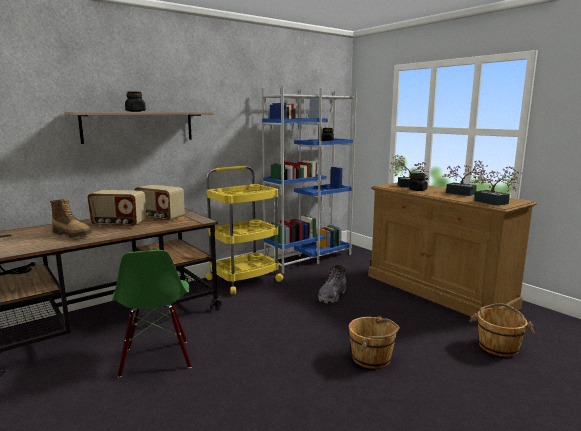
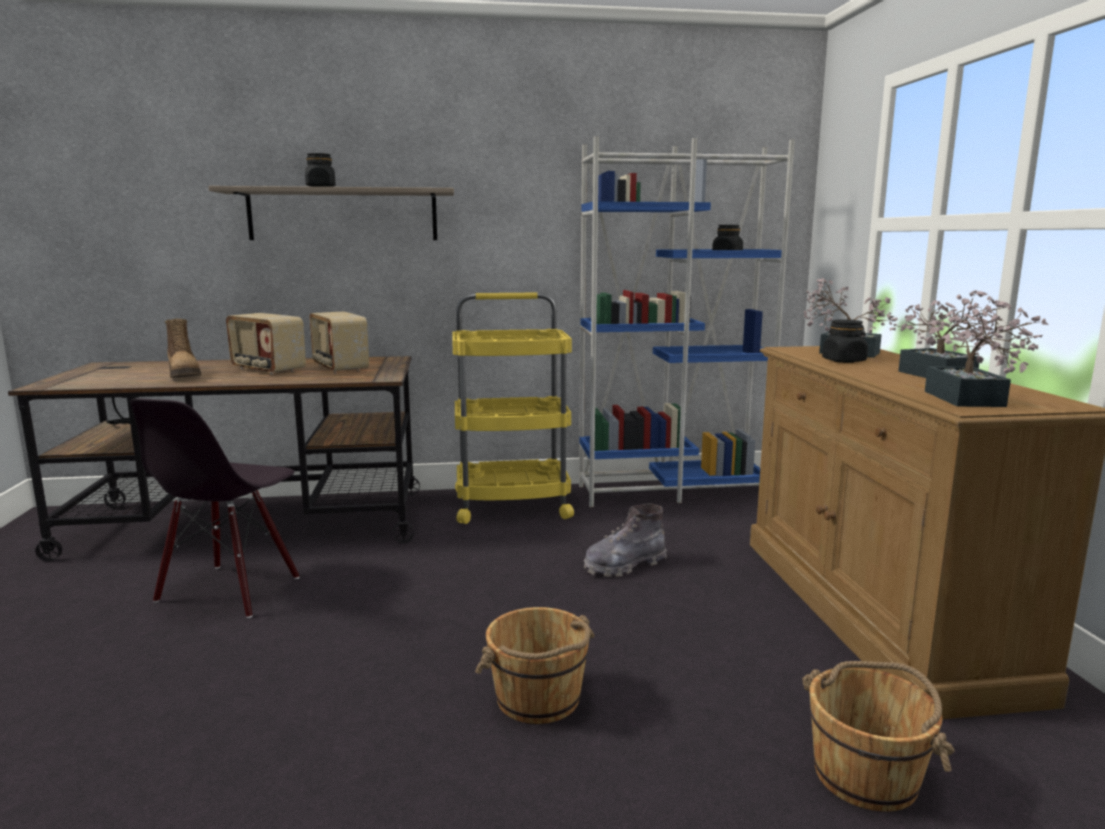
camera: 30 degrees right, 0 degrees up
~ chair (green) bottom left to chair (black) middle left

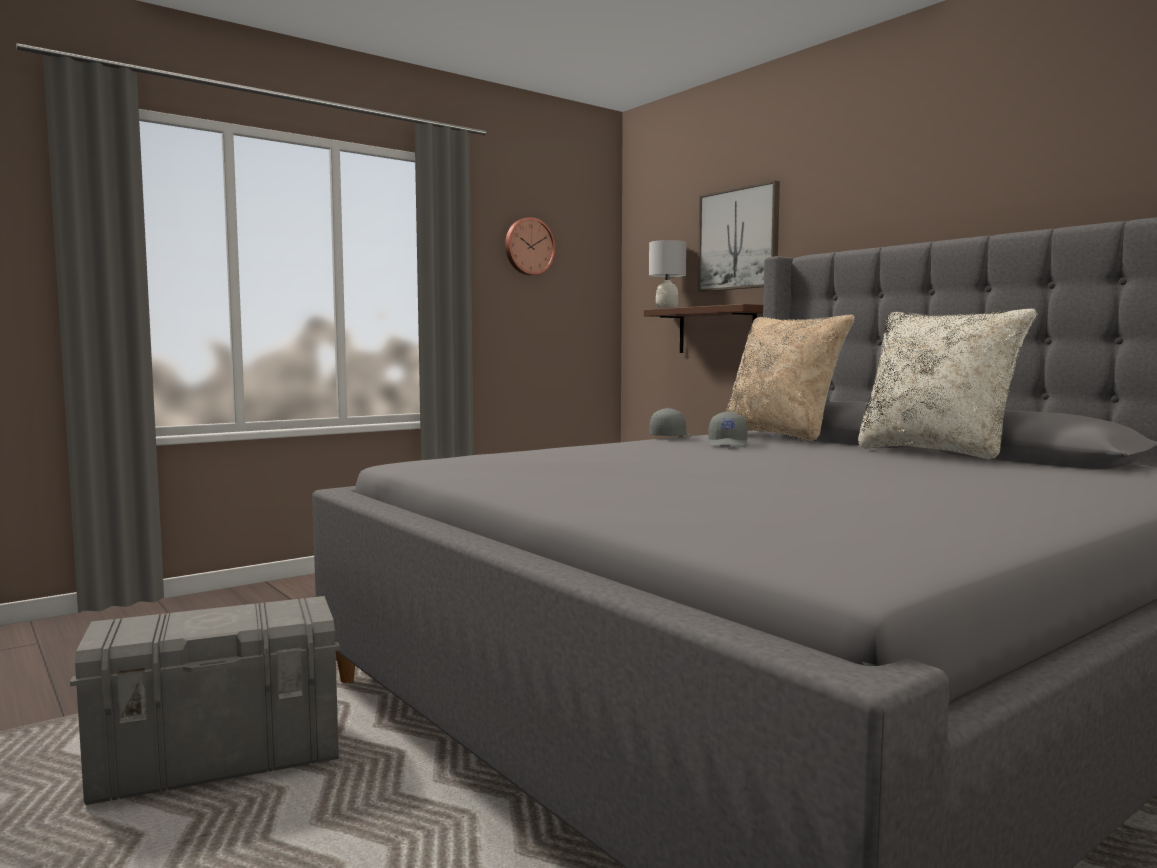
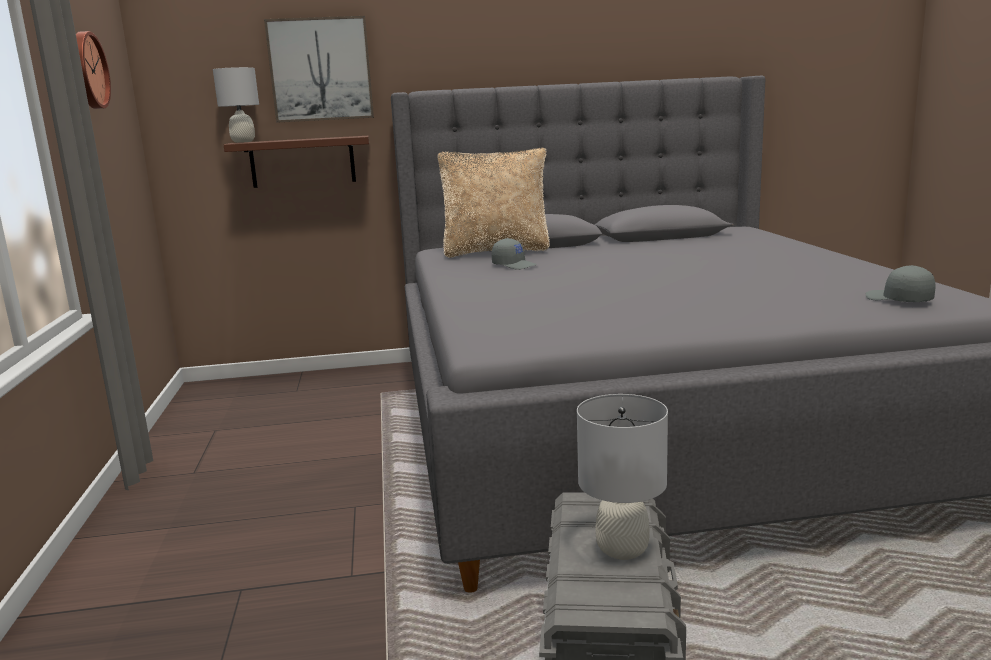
camera: 60 degrees left, 10 degrees up
+ table lamp (grey) (no. 2 from left) bottom centre
~ cap (grey) (no. 1 from left in the first image) centre to cap (grey) (no. 2 from left) middle right
- pillow (beige) (no. 2 from left) middle right

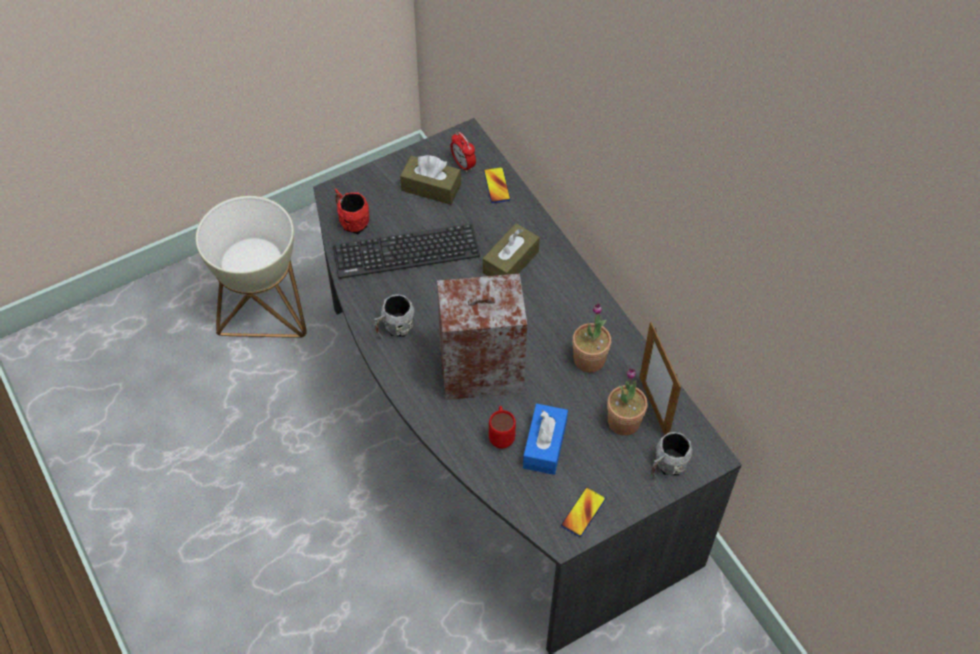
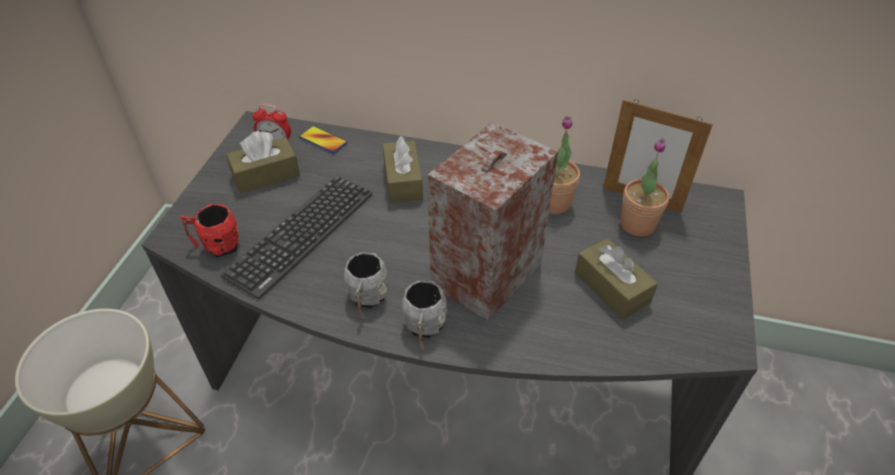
camera: 45 degrees left, 10 degrees down
~ mug (grey) (no. 2 from left) bottom right to centre
~ tissue box (blue) bottom centre to tissue box (brown) (no. 3 from left) middle right
- mug (red) (no. 2 from left) centre
- phone (no. 2 from left) bottom centre

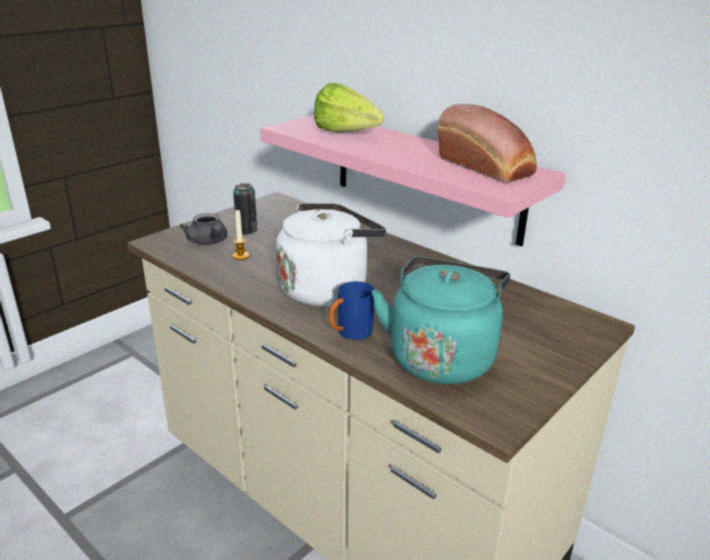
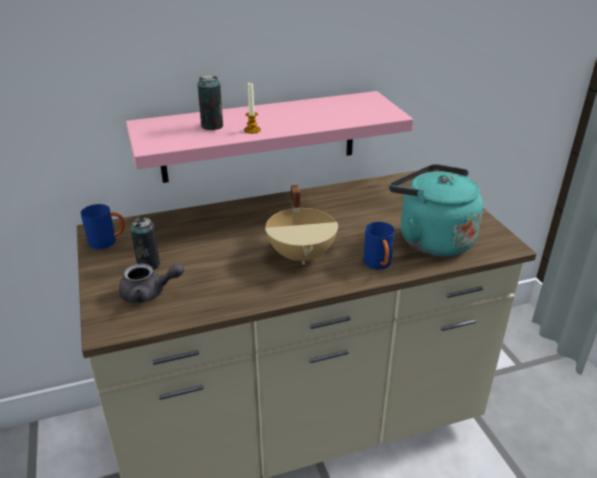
camera: 60 degrees left, 5 degrees up
+ mug (blue) (no. 1 from left) middle left
~ lettuce top centre to can (no. 2 from left) top centre
~ candle centre to top centre
~ kettle (white) centre to cooking pot (beige) centre
- bread top right

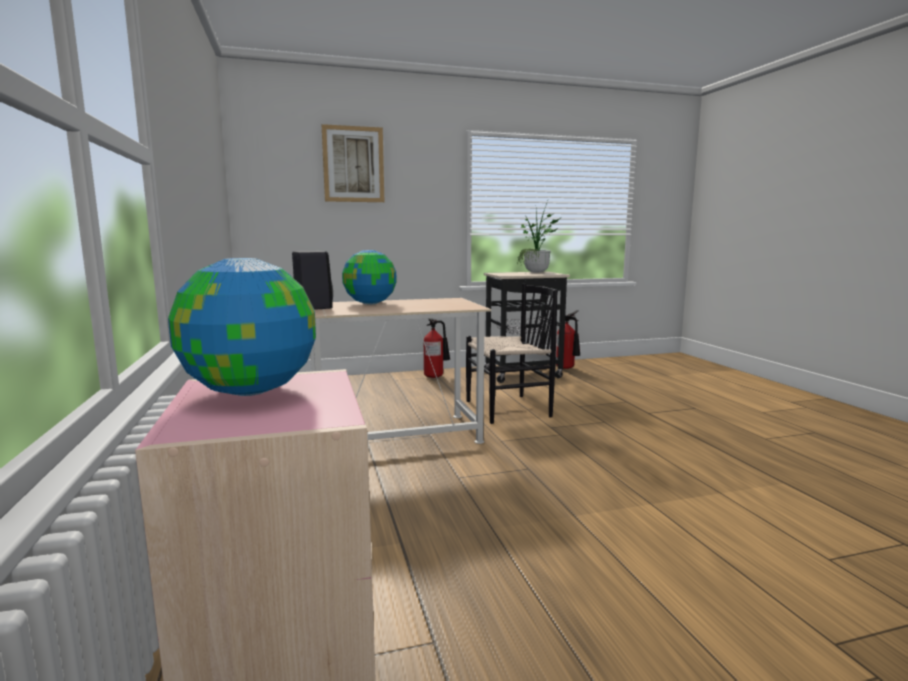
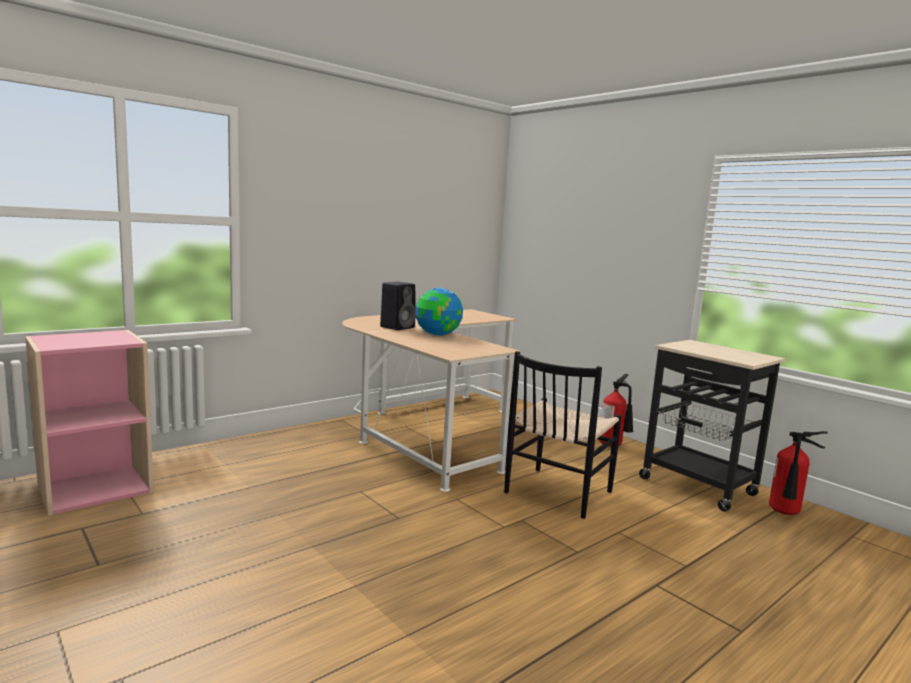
camera: 65 degrees right, 0 degrees up
~ chair (black) centre = centre 75 degrees clockwise
- globe (no. 1 from left) middle left
- picture top centre
- potted plant centre

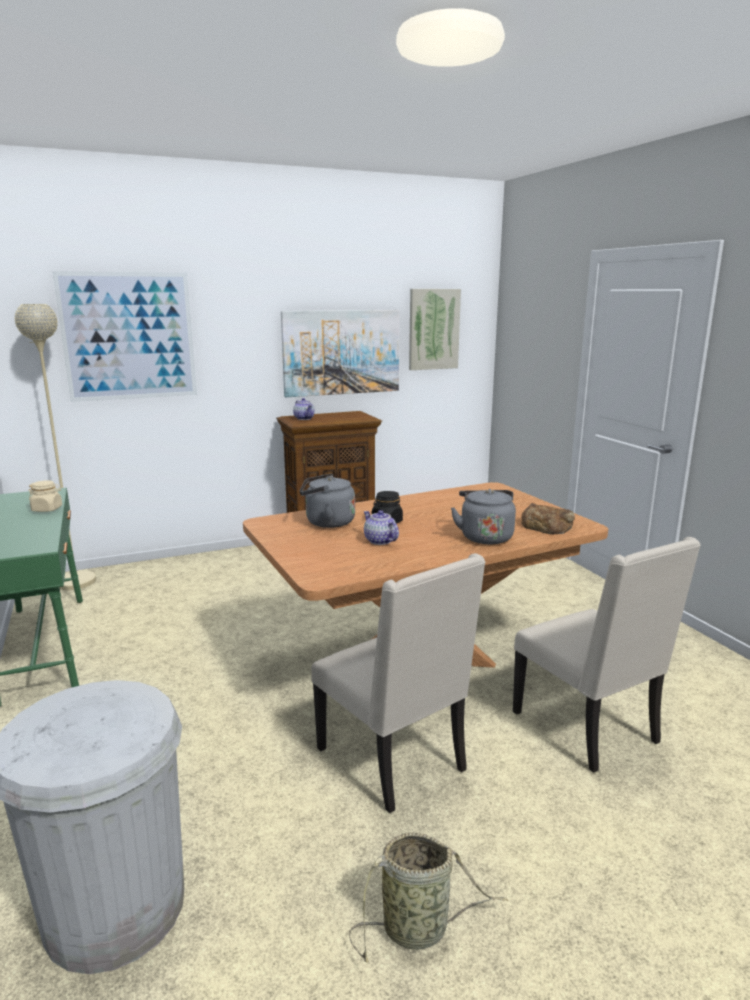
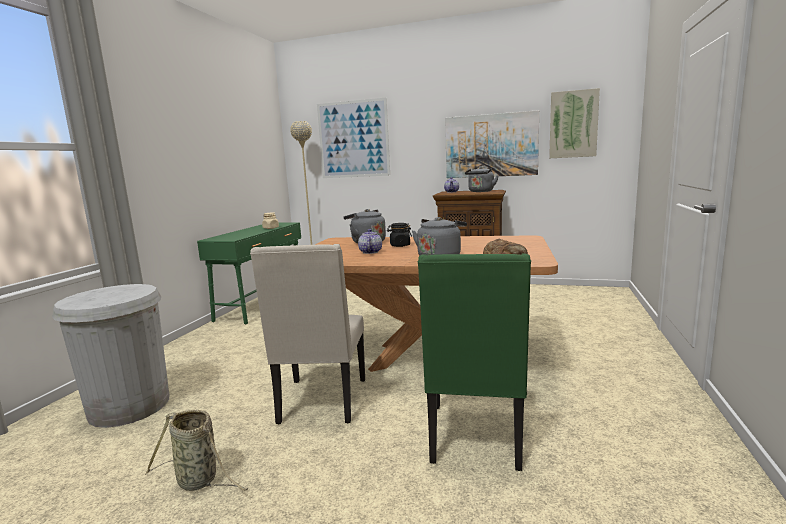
camera: 40 degrees right, 5 degrees down
~ chair (beige) (no. 2 from left) middle right to chair (green) bottom centre
+ kettle (grey) (no. 3 from left) centre

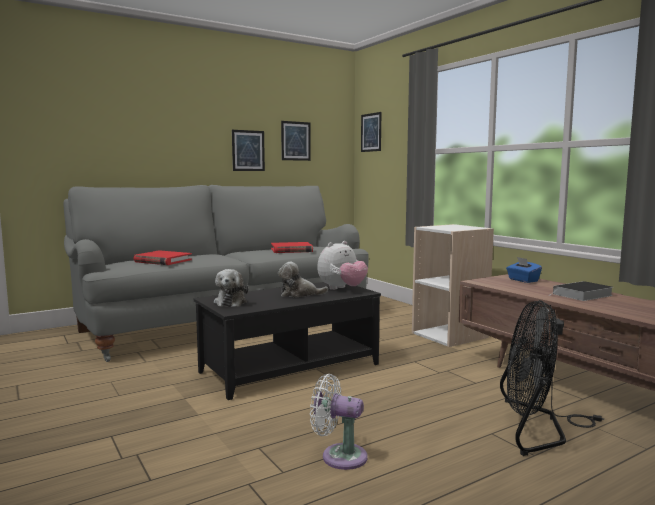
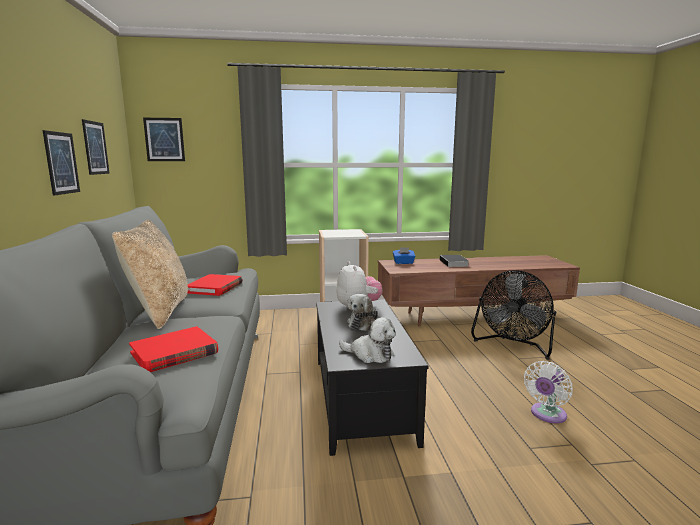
camera: 65 degrees left, 5 degrees up
+ pillow (beige) middle left

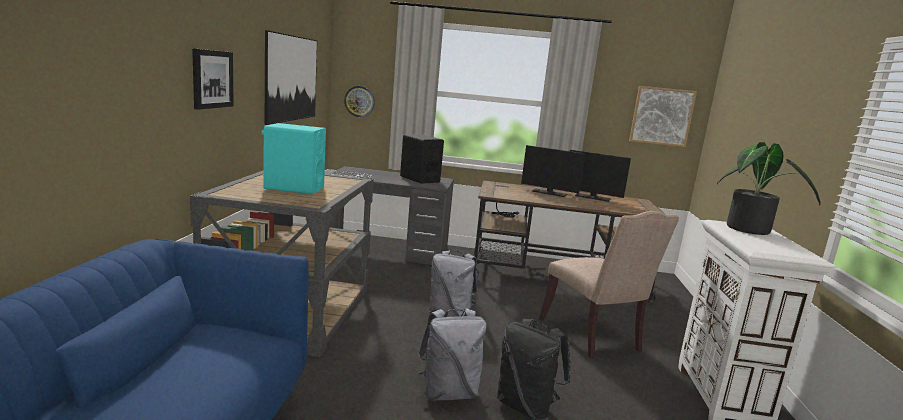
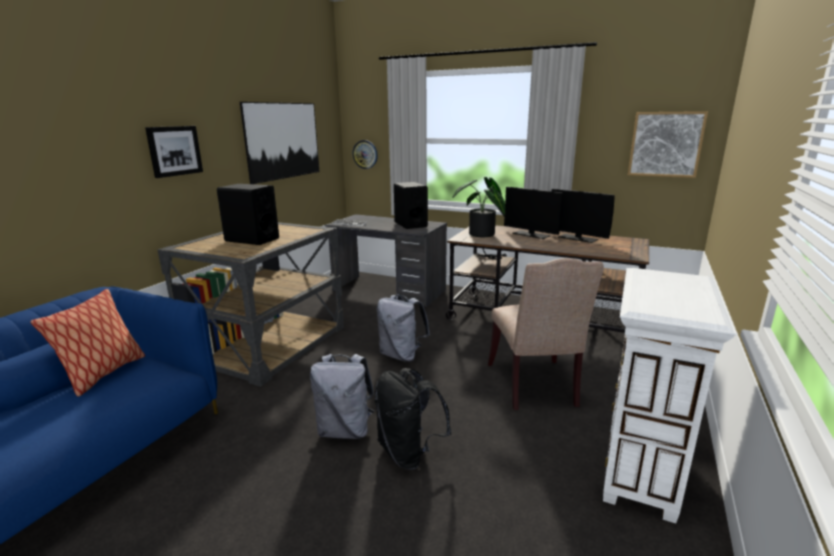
camera: 20 degrees right, 5 degrees up
+ pillow middle left
~ speaker (turquoise) middle left to speaker (black) (no. 1 from left) middle left
~ potted plant middle right to centre

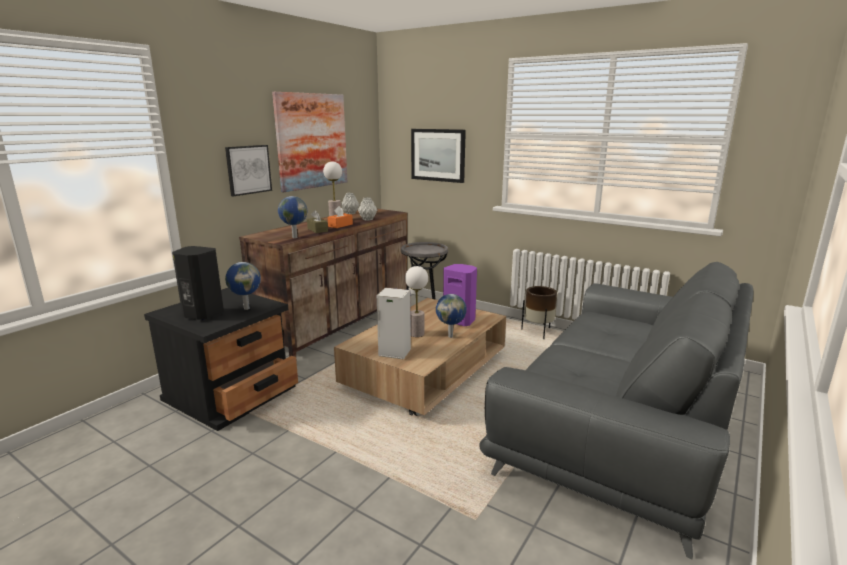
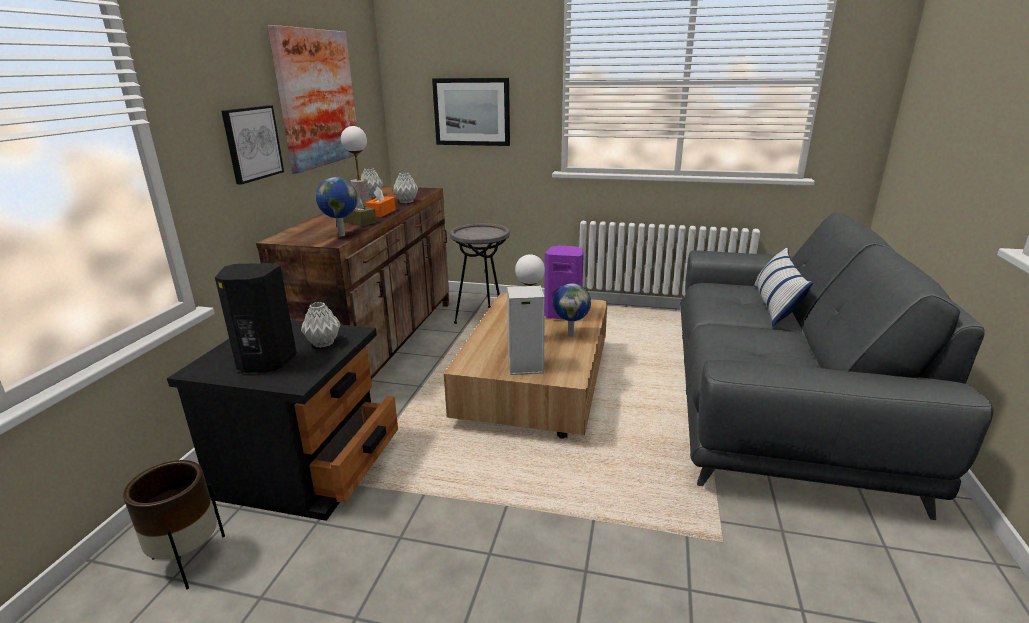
camera: 20 degrees left, 5 degrees up
~ planter (brown) centre to bottom left
~ globe (no. 1 from left) middle left to vase (grey) (no. 1 from left) middle left
+ pillow middle right

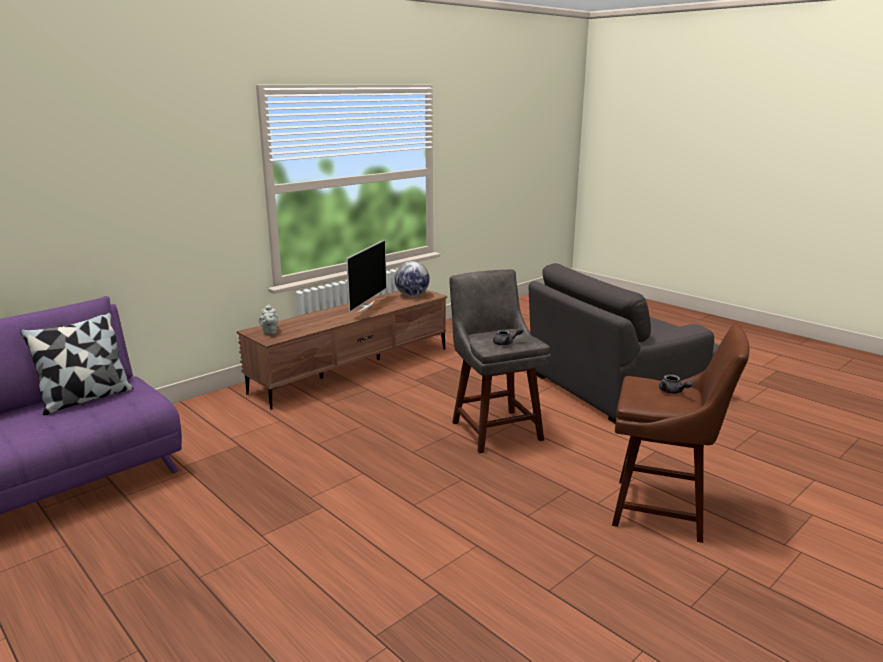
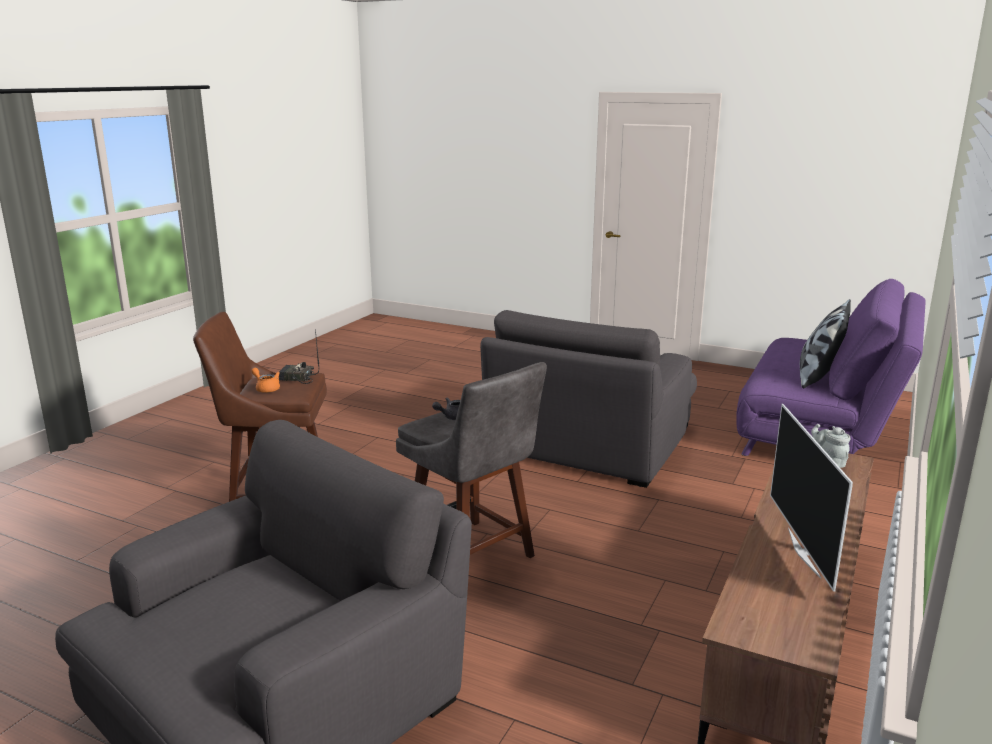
camera: 160 degrees right, 0 degrees up
~ teapot (grey) (no. 3 from left) middle right to teapot (orange) middle left
+ radio middle left
+ armchair (grey) (no. 2 from left) centre
- globe centre

